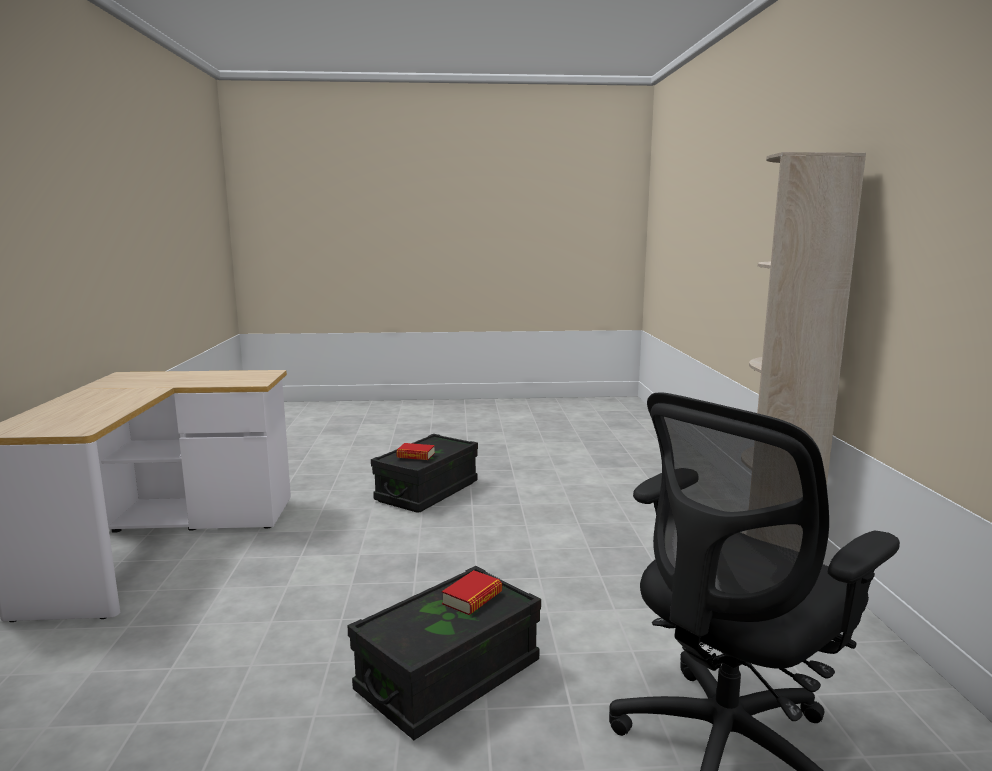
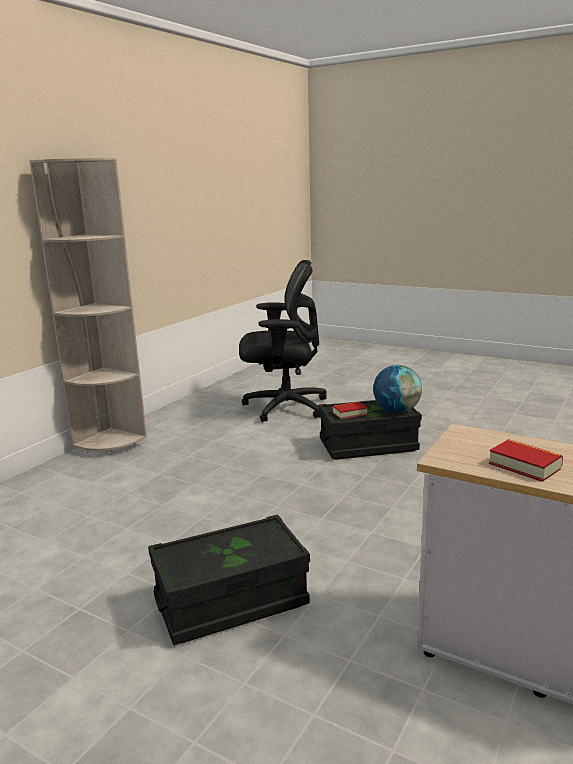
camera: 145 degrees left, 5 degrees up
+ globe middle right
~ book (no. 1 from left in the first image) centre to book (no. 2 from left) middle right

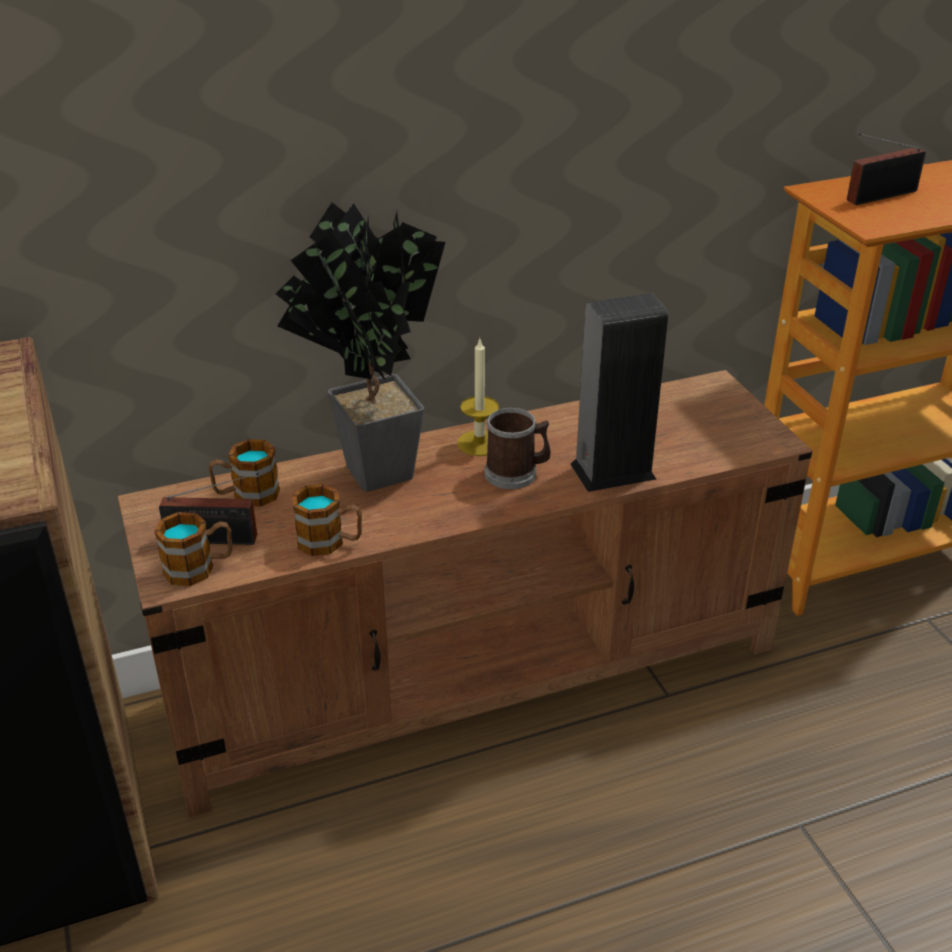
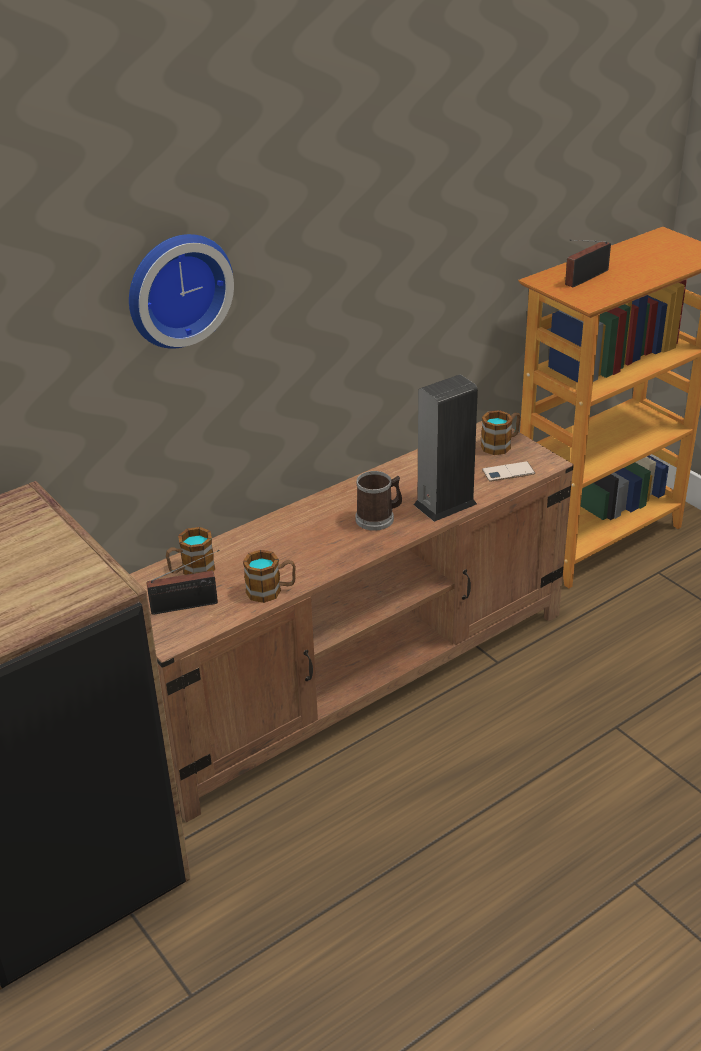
camera: 15 degrees left, 0 degrees up
+ wall clock top left
~ mug (no. 1 from left in the first image) middle left to mug (no. 4 from left) middle right
+ phone middle right
- potted plant centre
- candle centre

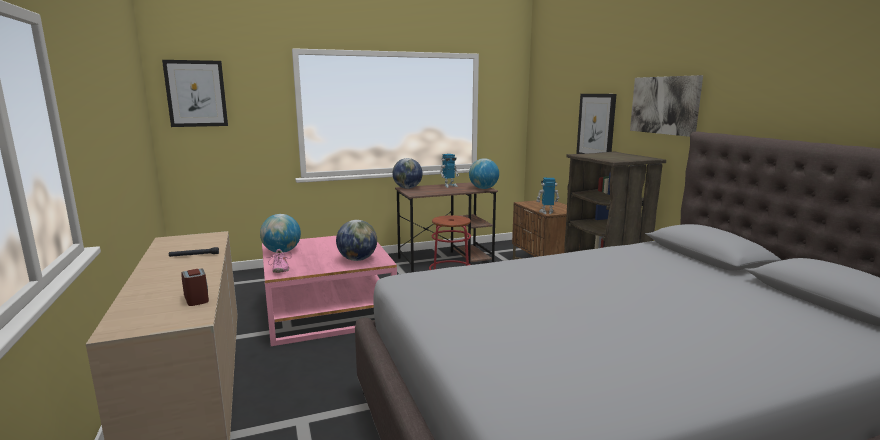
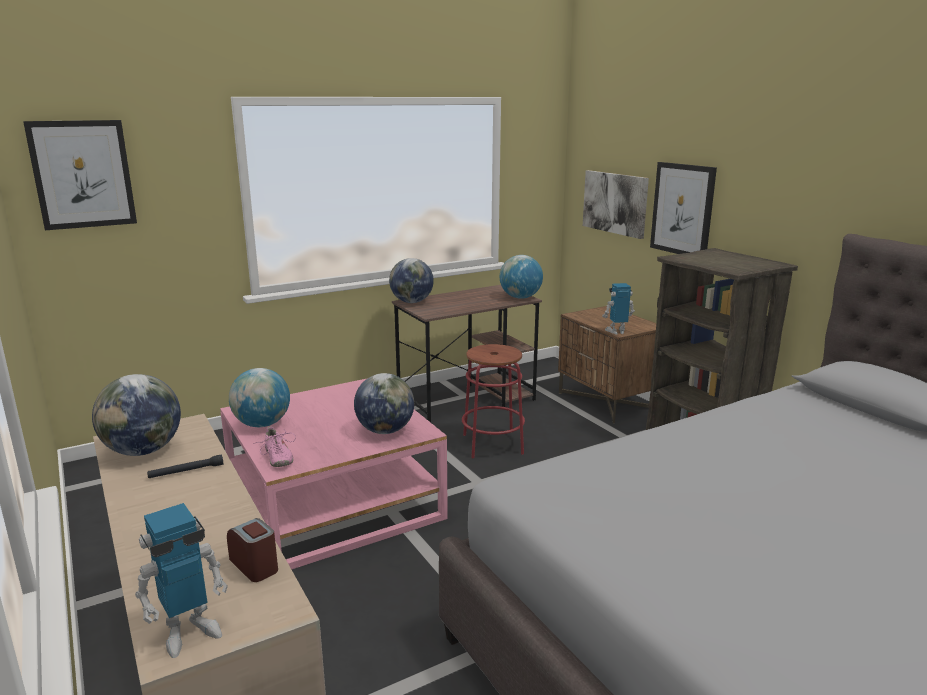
camera: 10 degrees left, 5 degrees up
+ globe (no. 1 from left) middle left
~ toy robot (no. 1 from left) centre to bottom left
~ picture (no. 3 from left in the first image) top right to picture (no. 2 from left) top centre

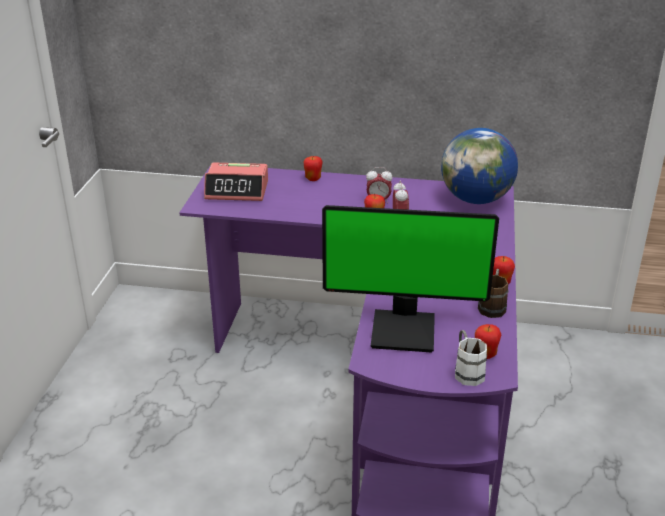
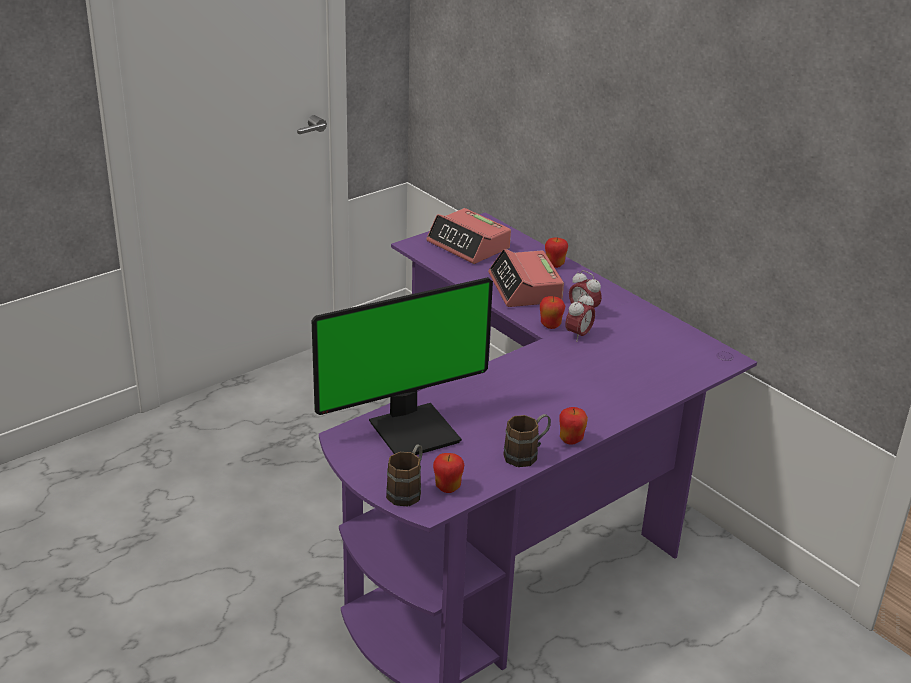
camera: 40 degrees right, 0 degrees up
~ monitor centre = centre 75 degrees counterclockwise
~ mug (white) bottom right to mug (brown) (no. 1 from left) bottom centre
+ alarm clock (no. 2 from left) centre
- globe top right

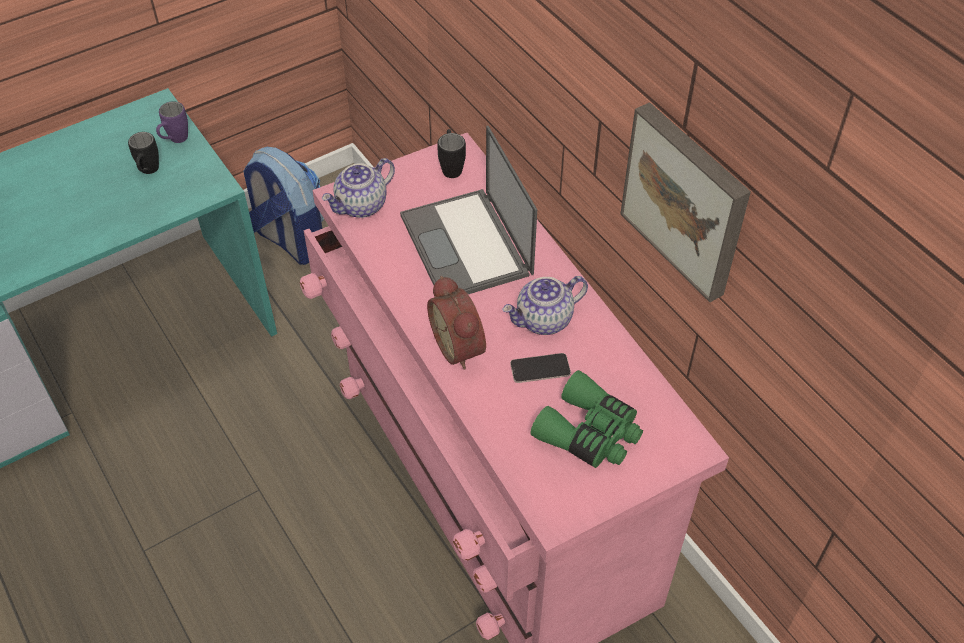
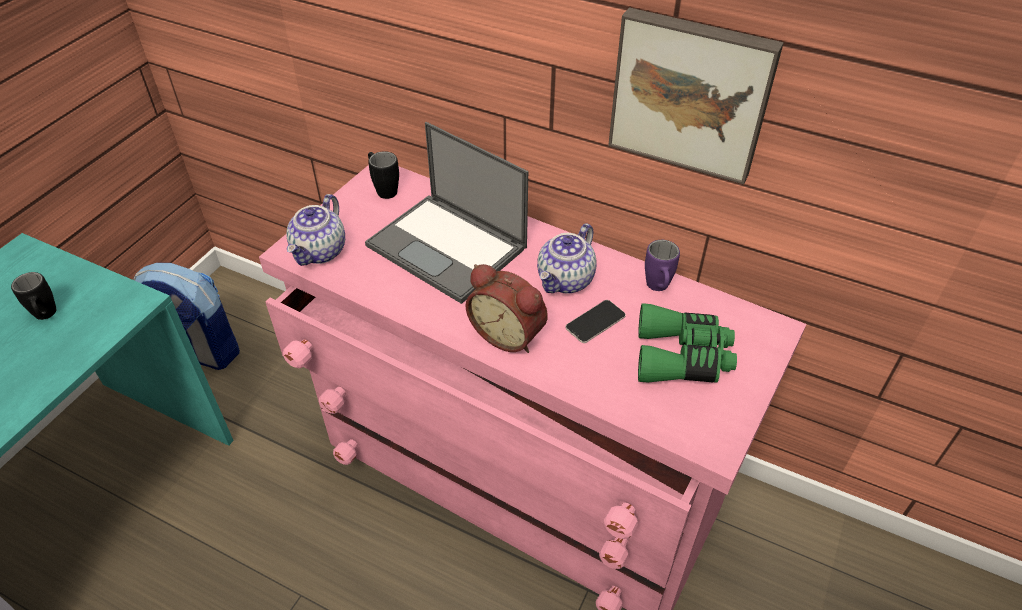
camera: 30 degrees left, 5 degrees down
~ mug (purple) top left to centre

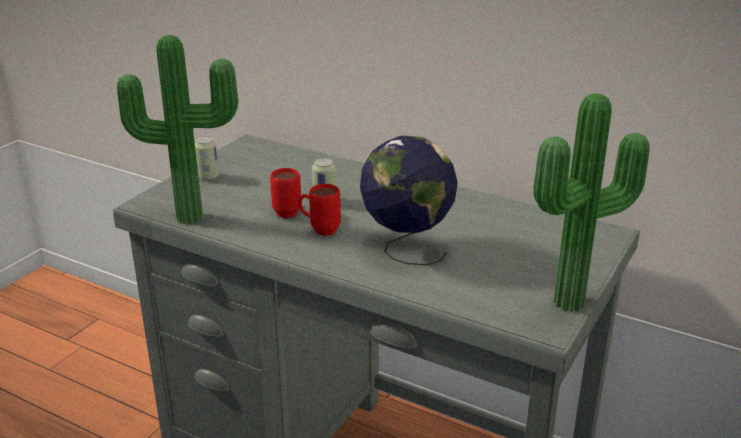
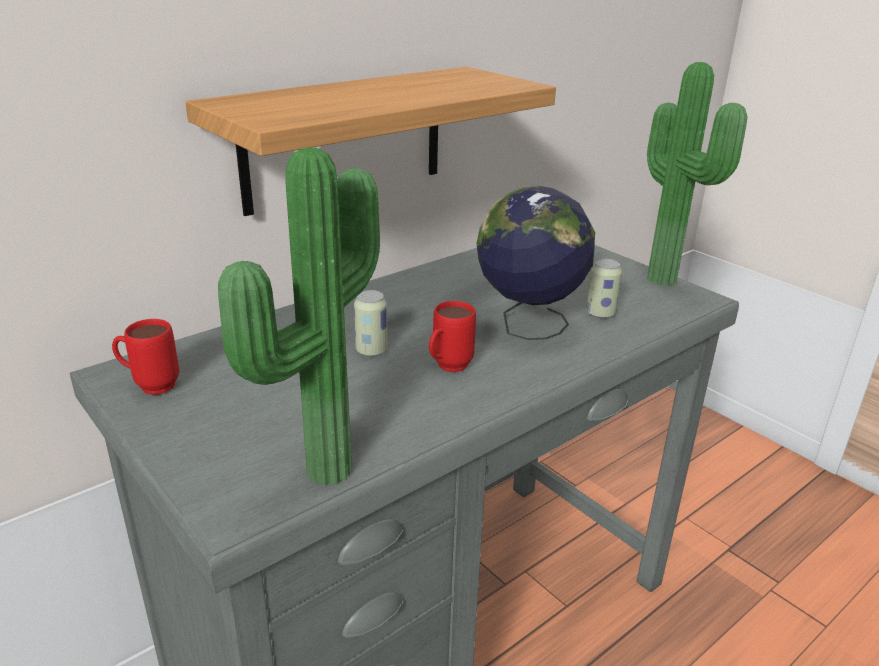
camera: 70 degrees left, 0 degrees up
~ mug (red) (no. 1 from left) centre to middle left
+ shelf top centre
~ can (no. 1 from left in the first image) middle left to can (no. 2 from left) middle right

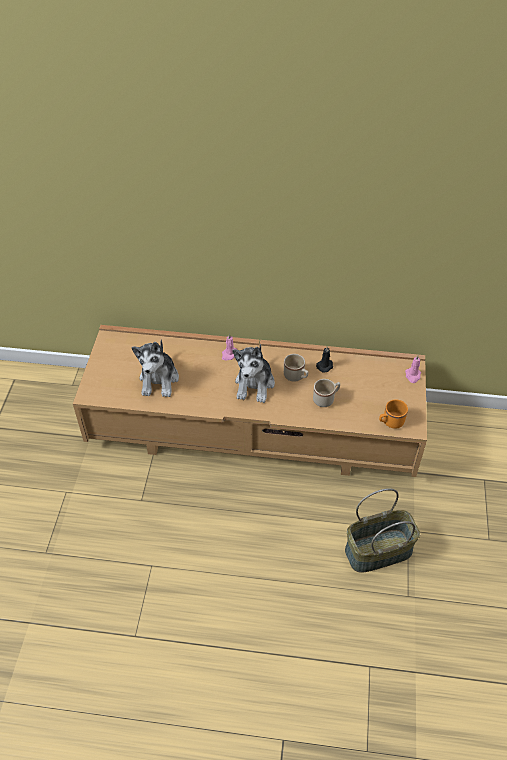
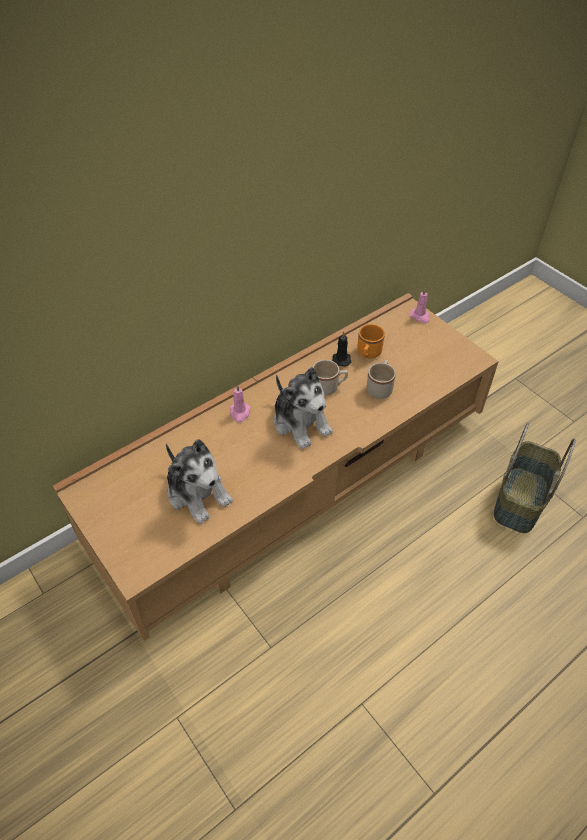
camera: 45 degrees left, 0 degrees up
~ mug (orange) middle right to centre

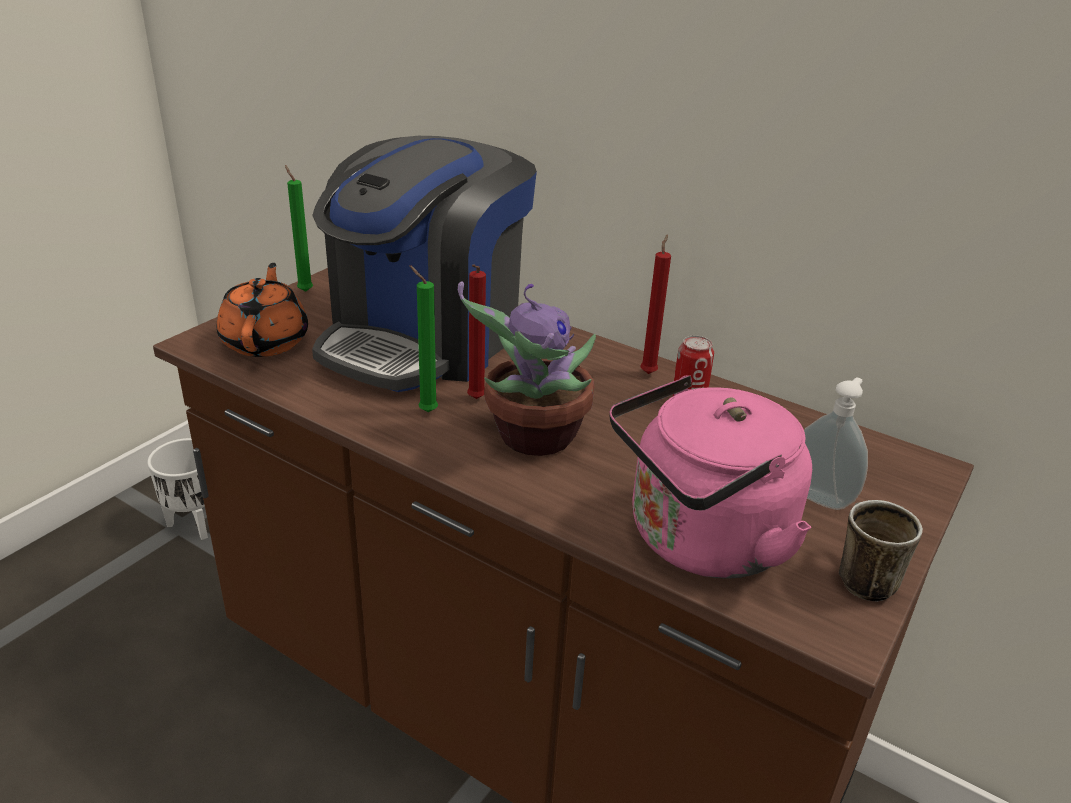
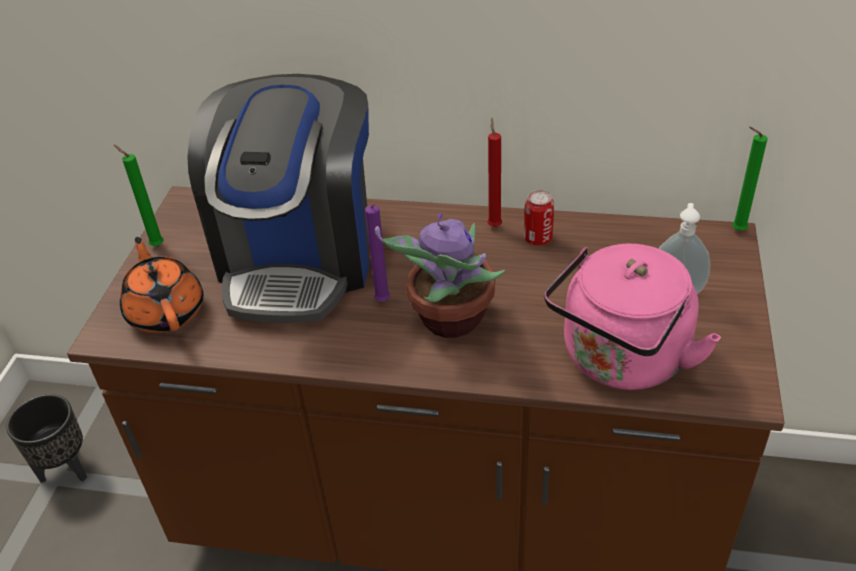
camera: 20 degrees left, 10 degrees up
~ planter (white) middle left to planter (black) bottom left
~ candle (red) (no. 1 from left) centre to candle (purple) centre
~ candle (green) (no. 2 from left) centre to top right
- mug bottom right

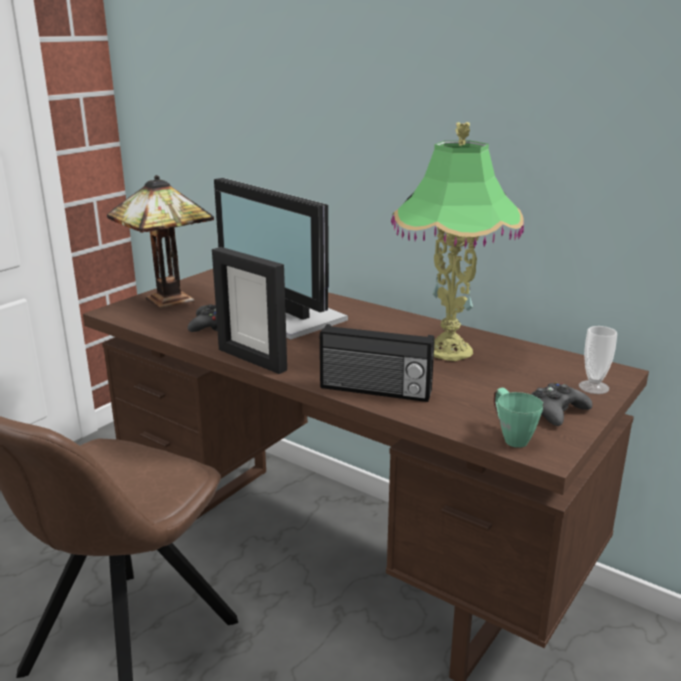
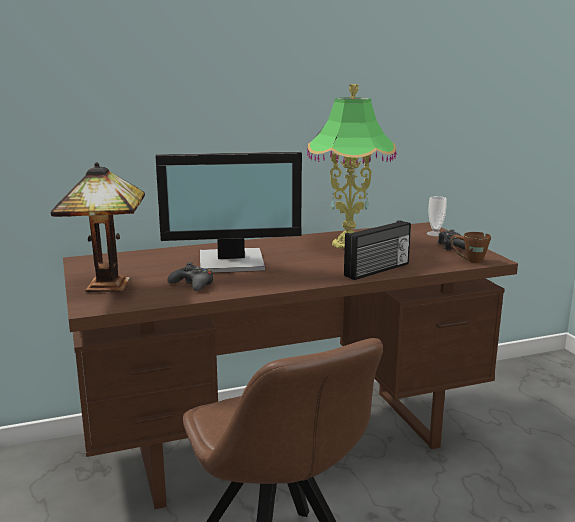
camera: 55 degrees left, 5 degrees down
~ mug (green) middle right to mug (brown) middle right
- picture frame centre

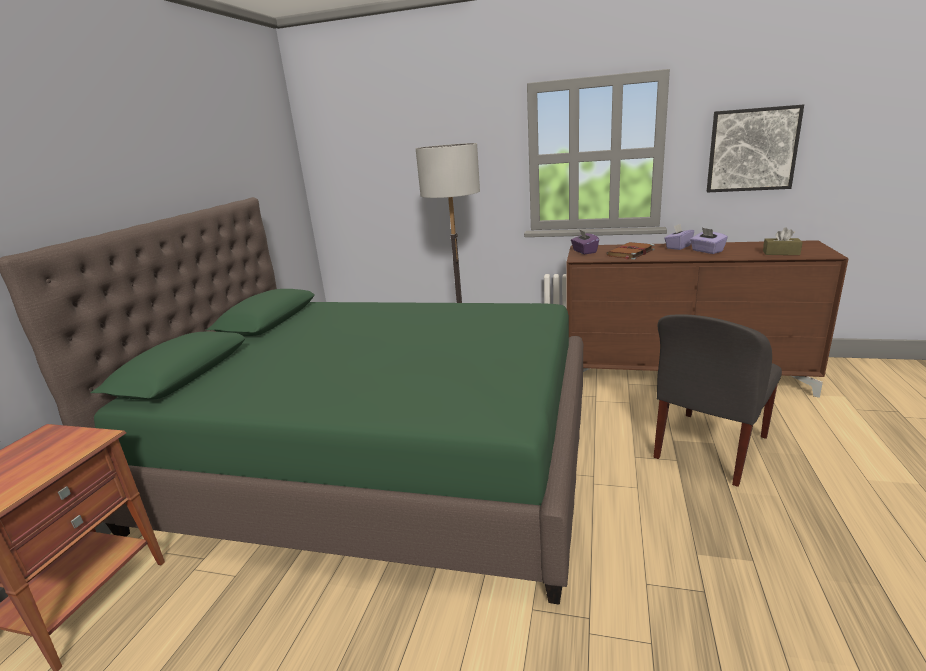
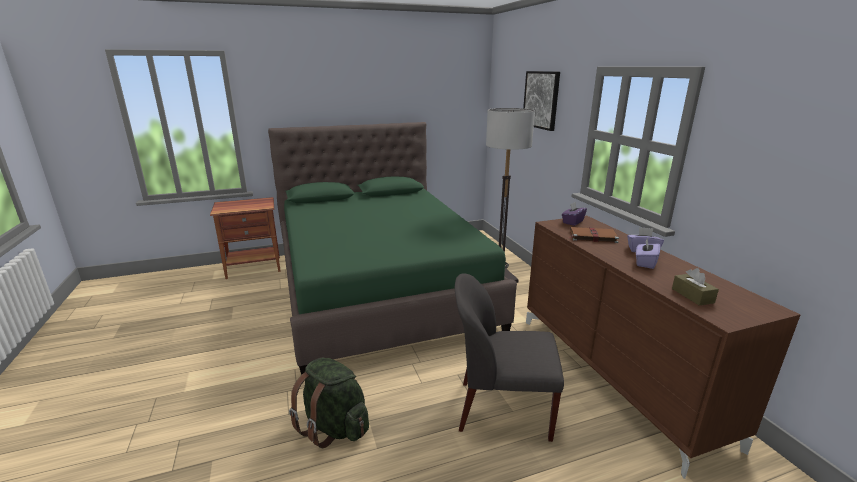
camera: 55 degrees right, 0 degrees up
+ backpack (green) bottom centre
~ picture top right to top centre

